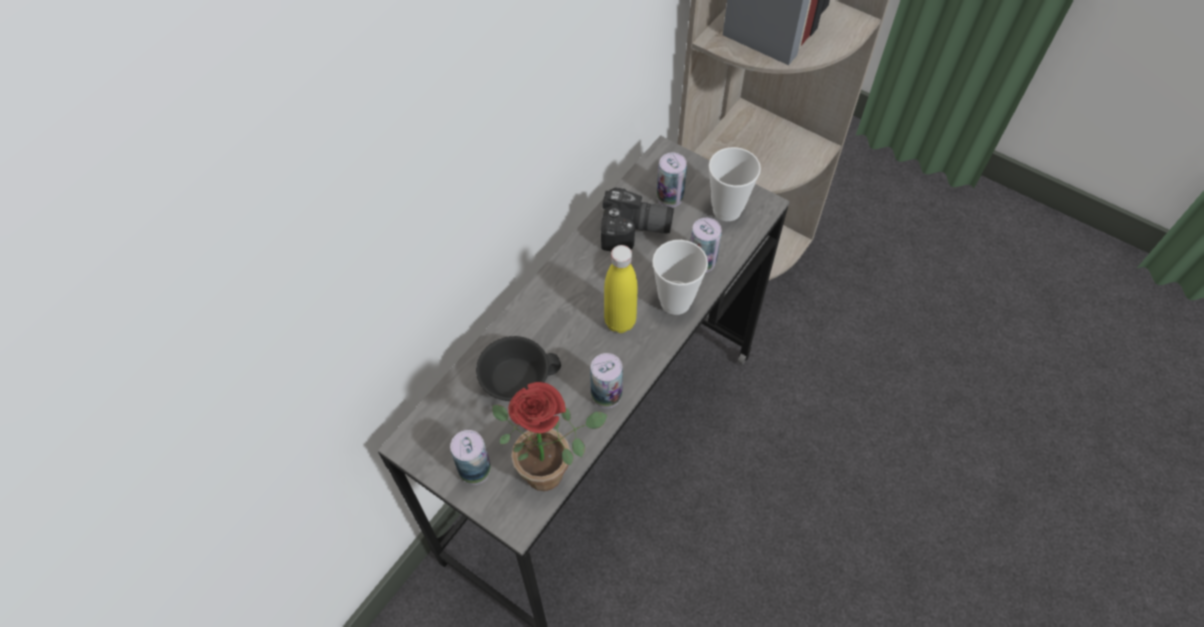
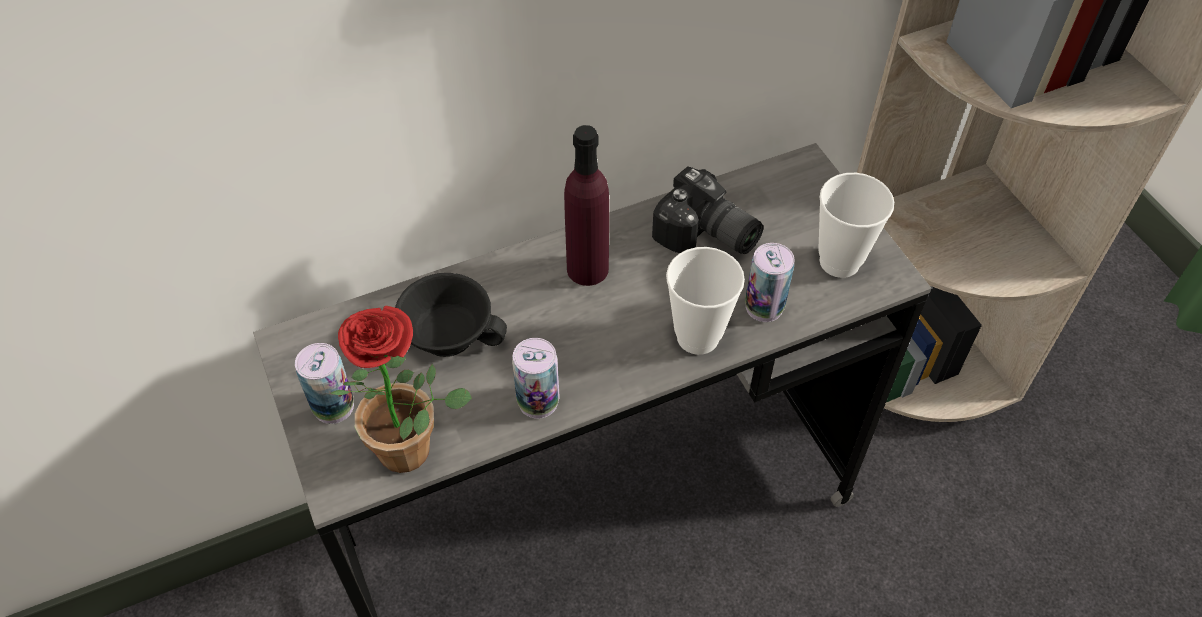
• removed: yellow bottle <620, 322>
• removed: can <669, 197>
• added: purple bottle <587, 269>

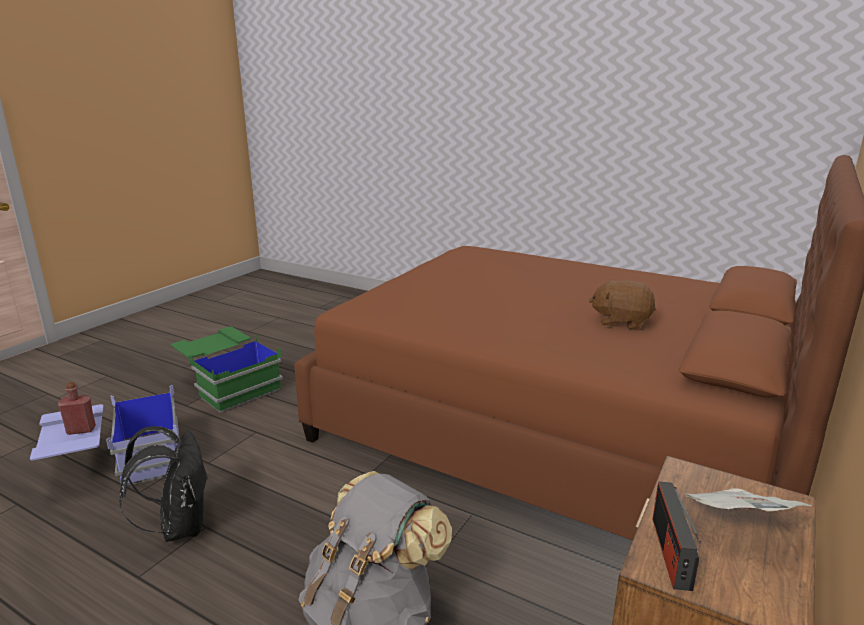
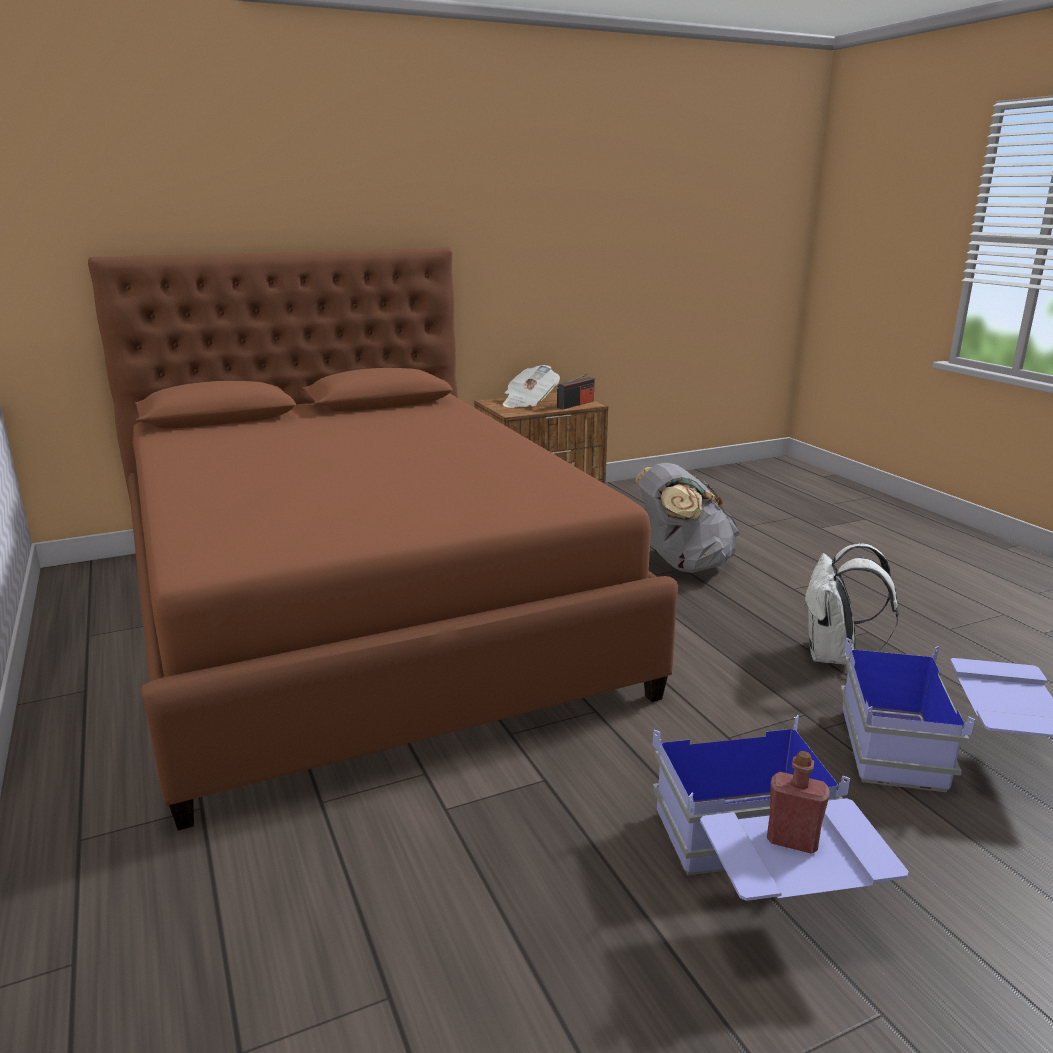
• removed: brown plush toy <621, 322>
• moved: red bottle <81, 430> to <792, 840>
• recoloured: black backpack <179, 526> to white backpack <834, 656>
• recoloured: green storage box <228, 385> to blue storage box <760, 875>

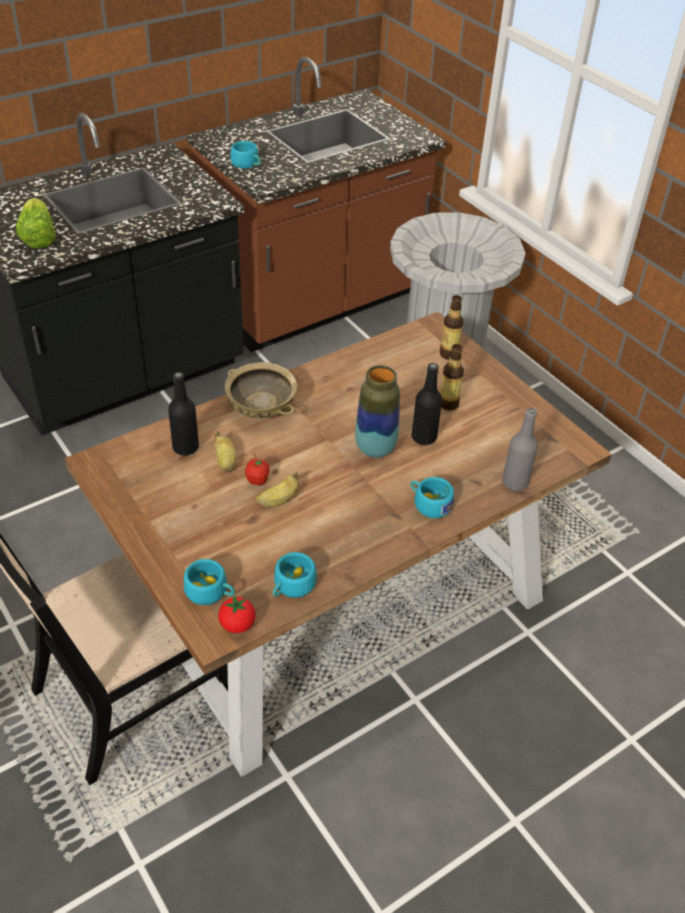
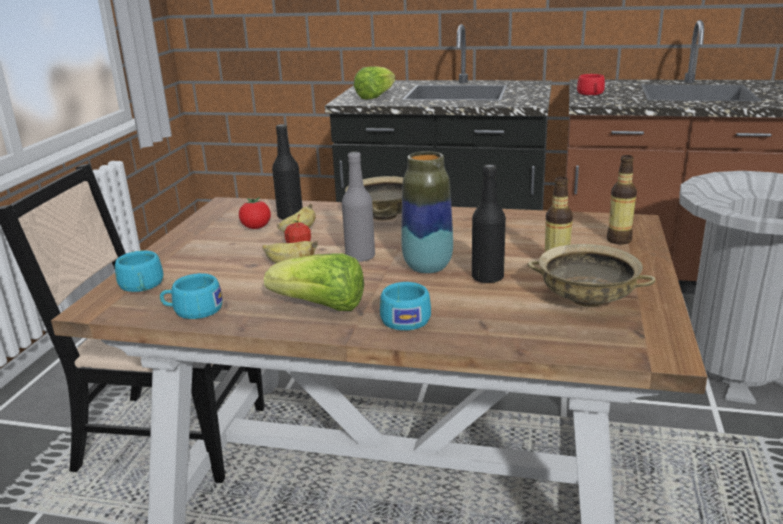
• added: lettuce <321, 306>
• added: beige bowl <586, 299>
• moved: tomato <237, 625> to <256, 227>
• moved: grey bottle <515, 482> to <360, 257>
• recoloured: turquoise cup <247, 164> to red cup <591, 94>

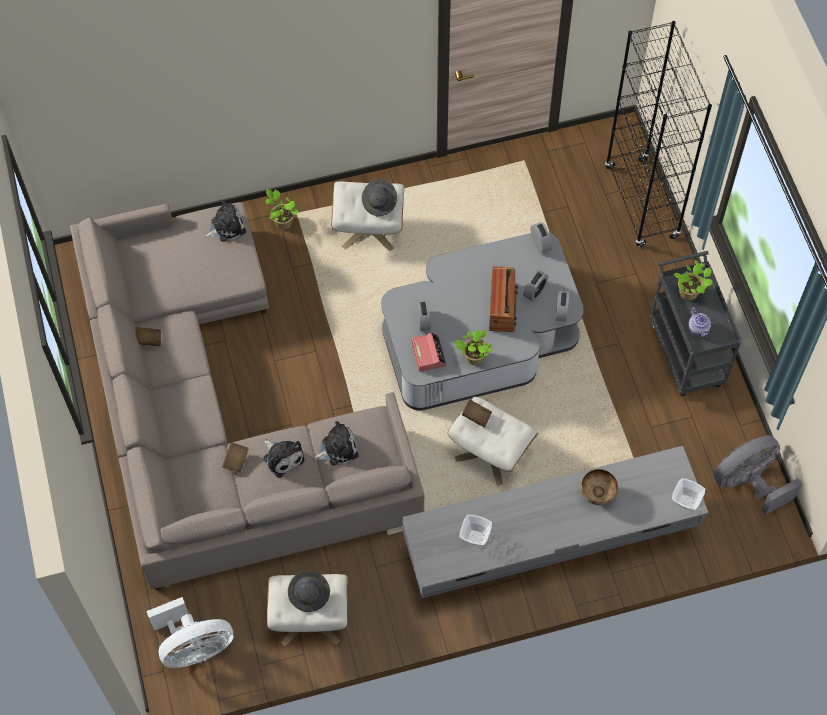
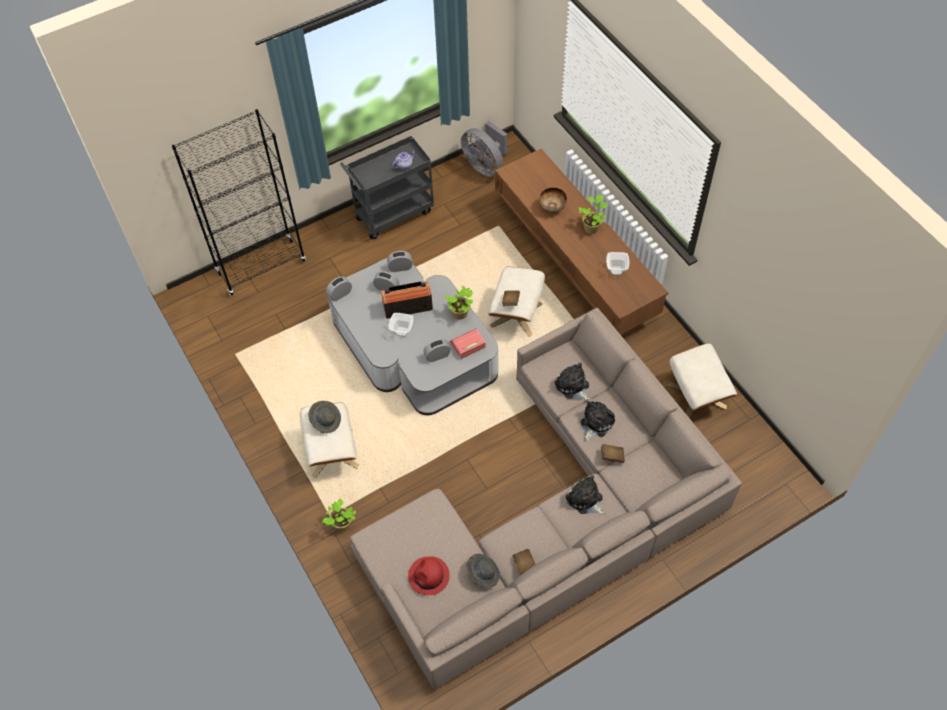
• removed: white fan <194, 647>
• added: red hat <429, 576>
• moved: plush toy <226, 227> to <585, 500>
• moved: grey hat <309, 594> to <483, 573>
• moved: bowl <686, 501> to <401, 331>
• moved: potted plant <689, 293> to <592, 227>
• recoloured: grey tv stand <550, 544> to brown tv stand <575, 263>

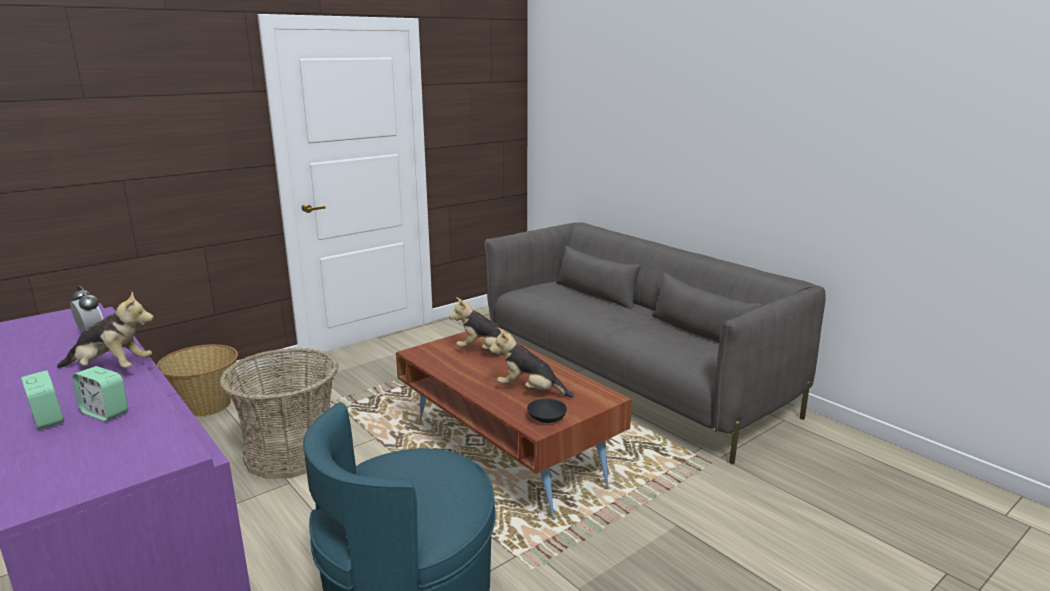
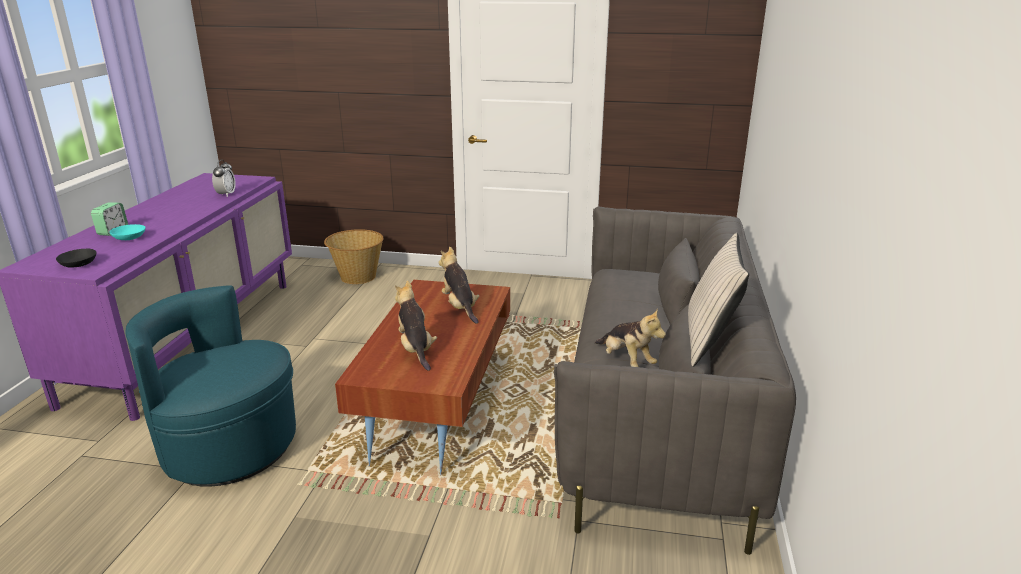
• removed: basket <290, 453>
• added: beige pillow <709, 341>
• moved: plush toy <111, 369> to <626, 360>
• moved: black bowl <546, 418> to <78, 264>
• replaced: alarm clock <105, 413> to turquoise bowl <130, 238>

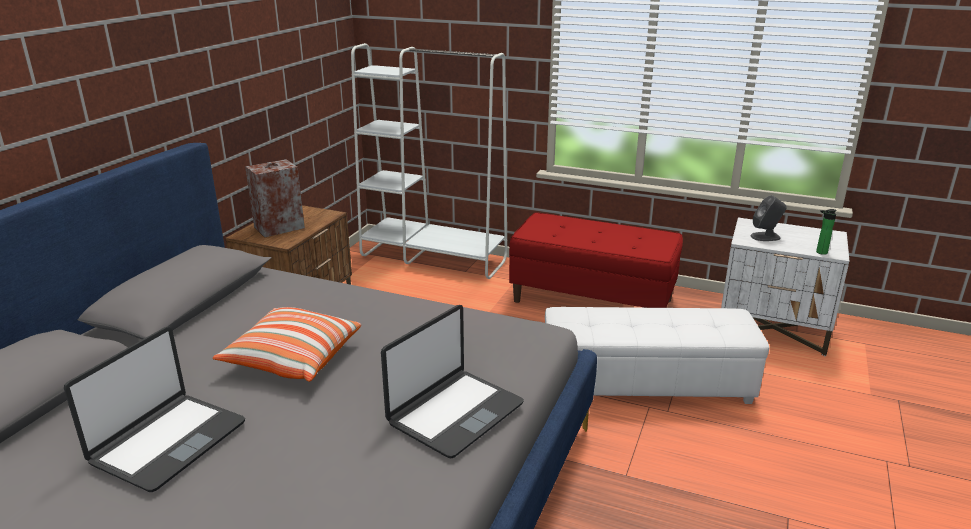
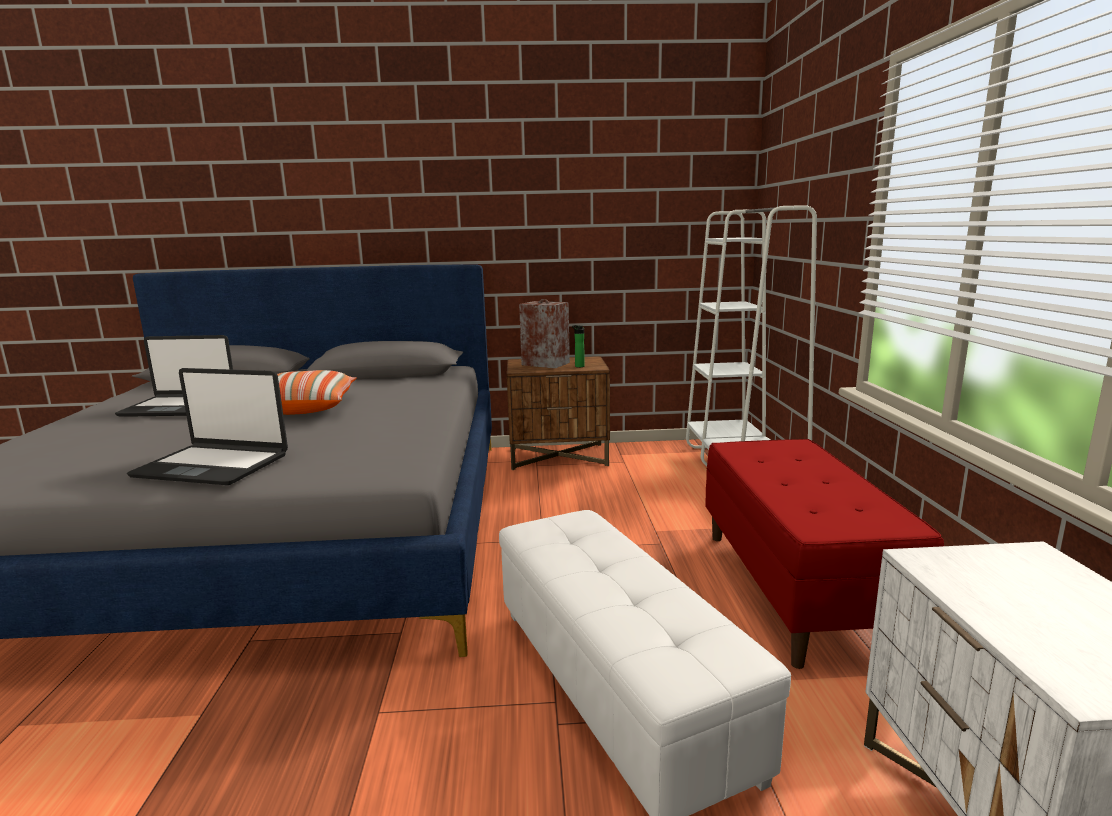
• removed: grey speaker <765, 237>
• moved: bottle <820, 252> to <578, 366>

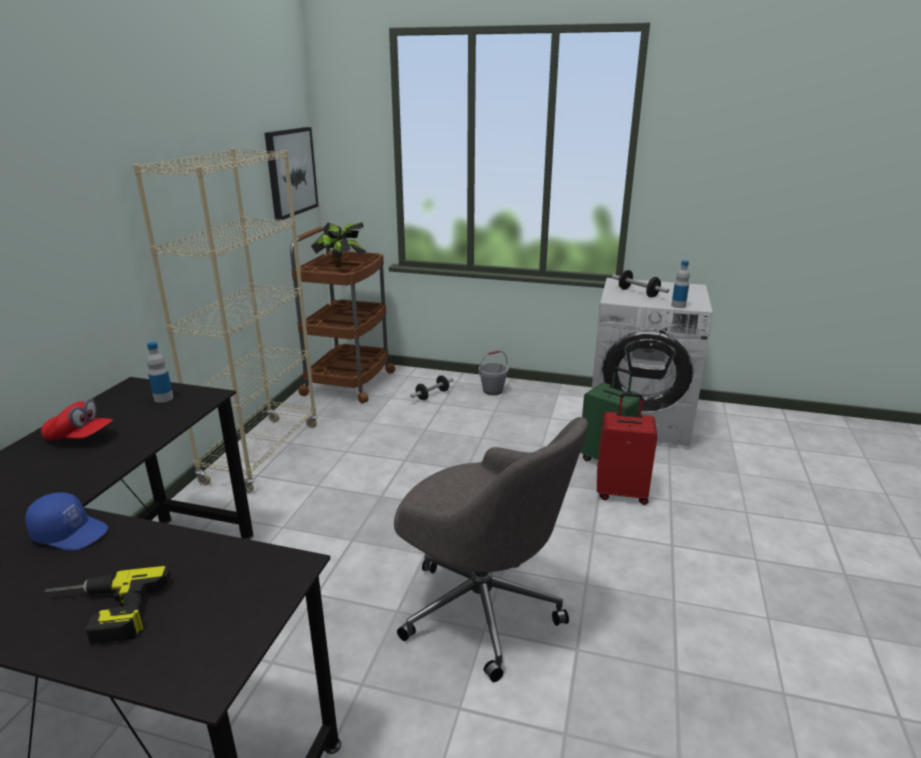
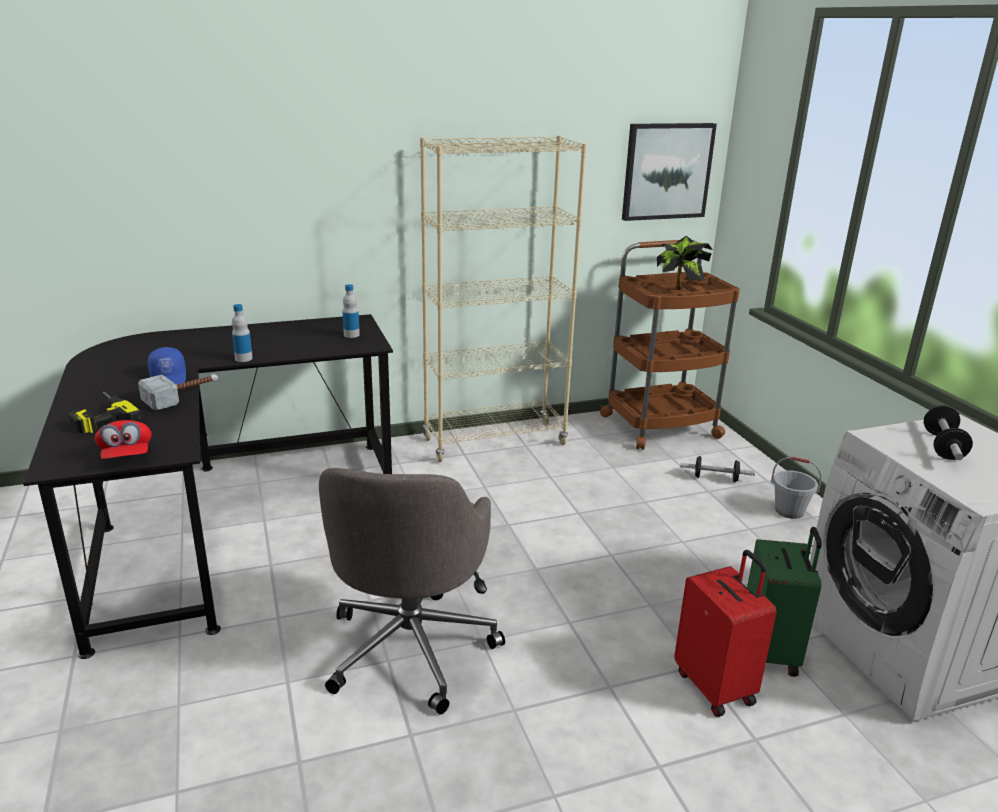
• added: hammer <182, 396>
• moved: red cap <80, 437> to <127, 456>
• moved: bottle <678, 306> to <243, 358>

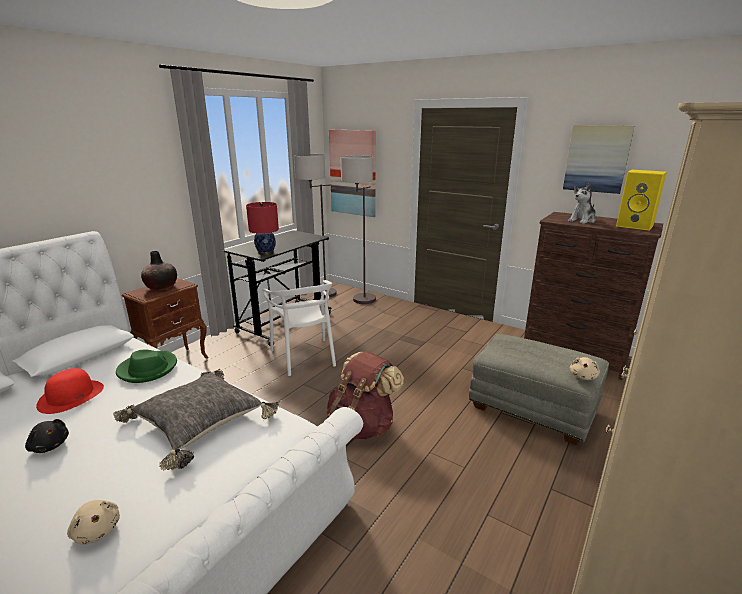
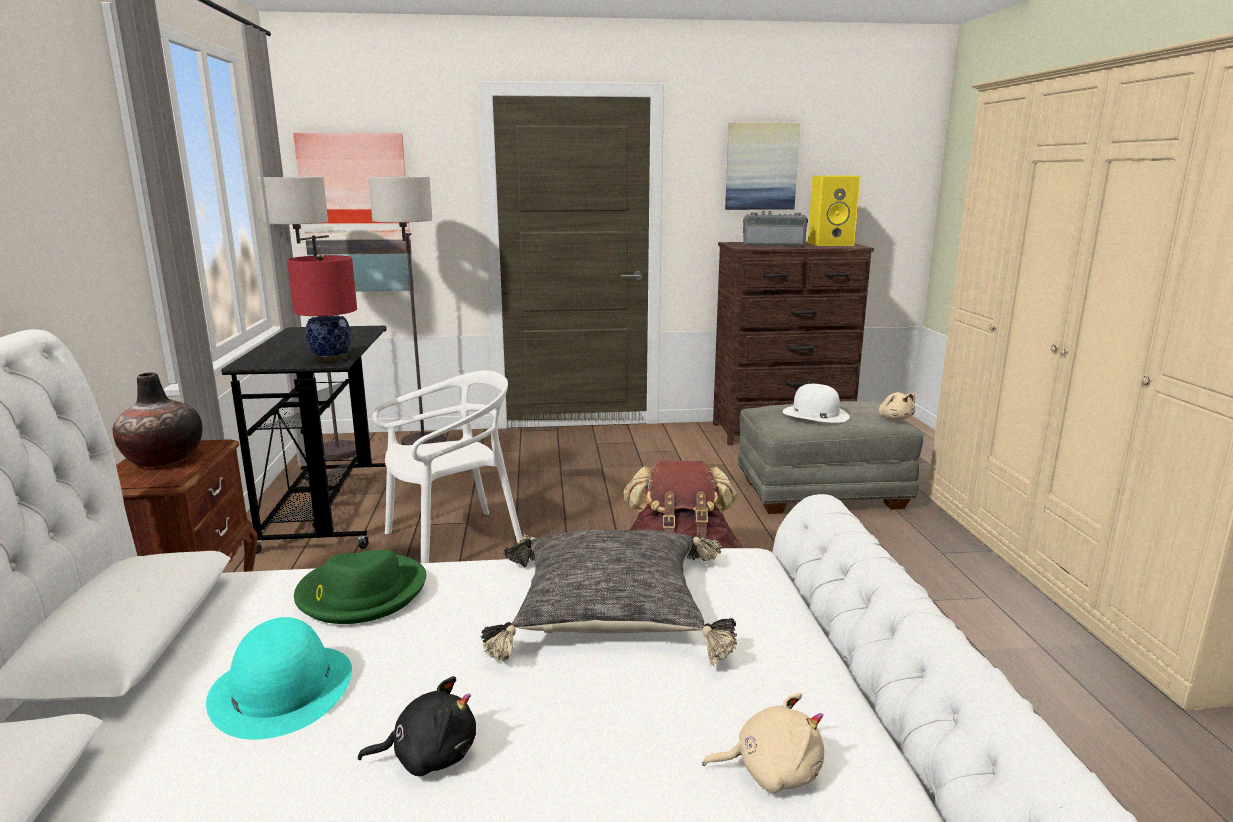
• added: white hat <815, 414>
• replaced: plush toy <582, 220> to radio <773, 245>
• recoloured: red hat <71, 396> to turquoise hat <282, 688>
• turned: white chair <304, 357> = <453, 542> 60 degrees counterclockwise

